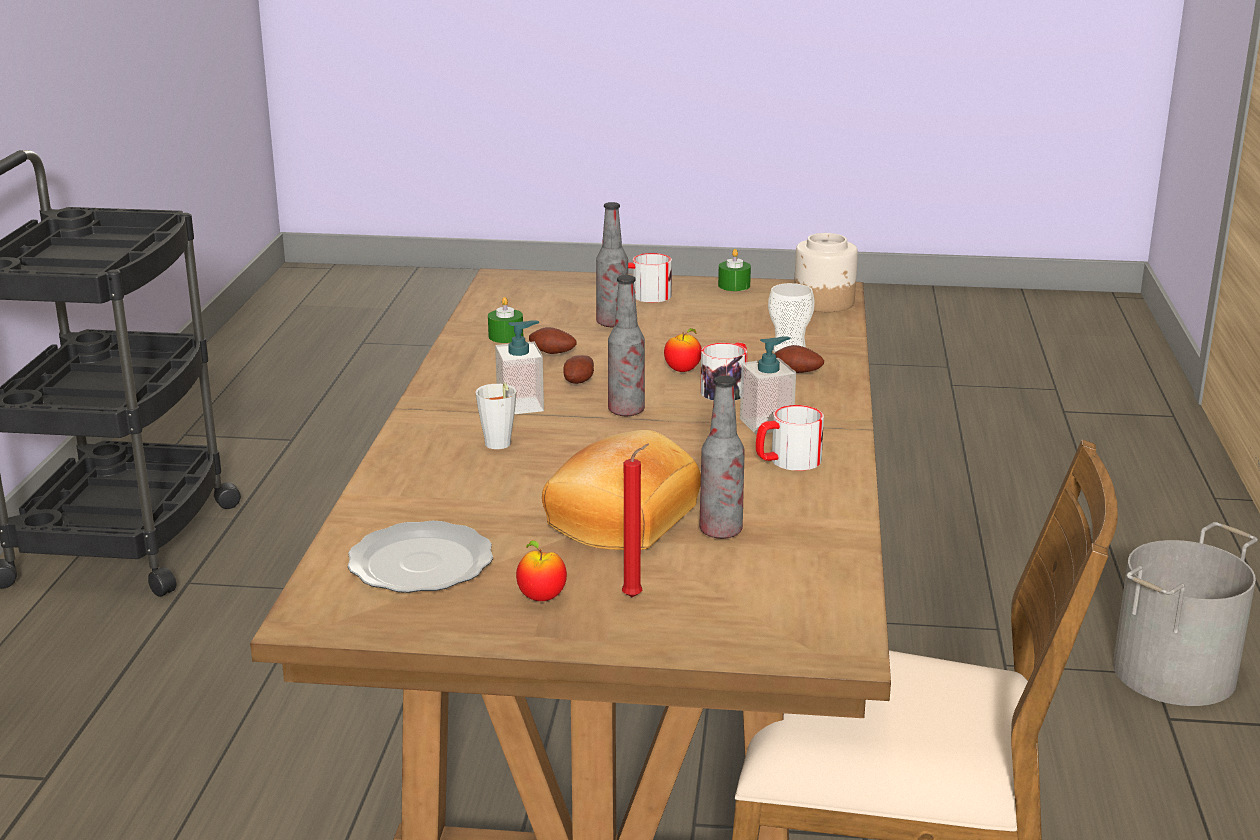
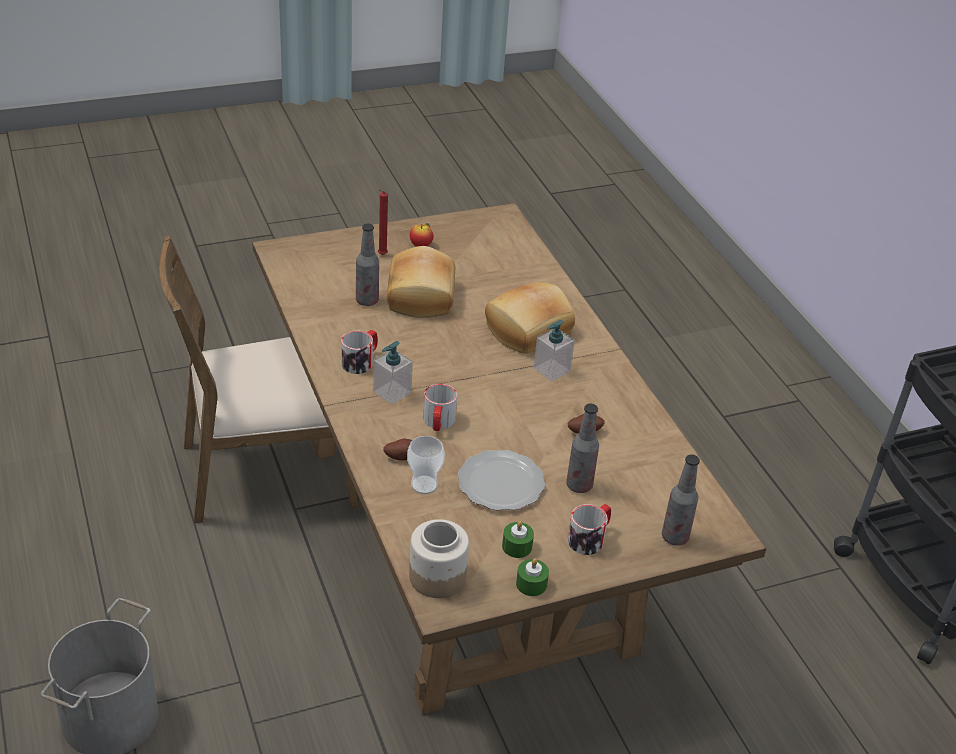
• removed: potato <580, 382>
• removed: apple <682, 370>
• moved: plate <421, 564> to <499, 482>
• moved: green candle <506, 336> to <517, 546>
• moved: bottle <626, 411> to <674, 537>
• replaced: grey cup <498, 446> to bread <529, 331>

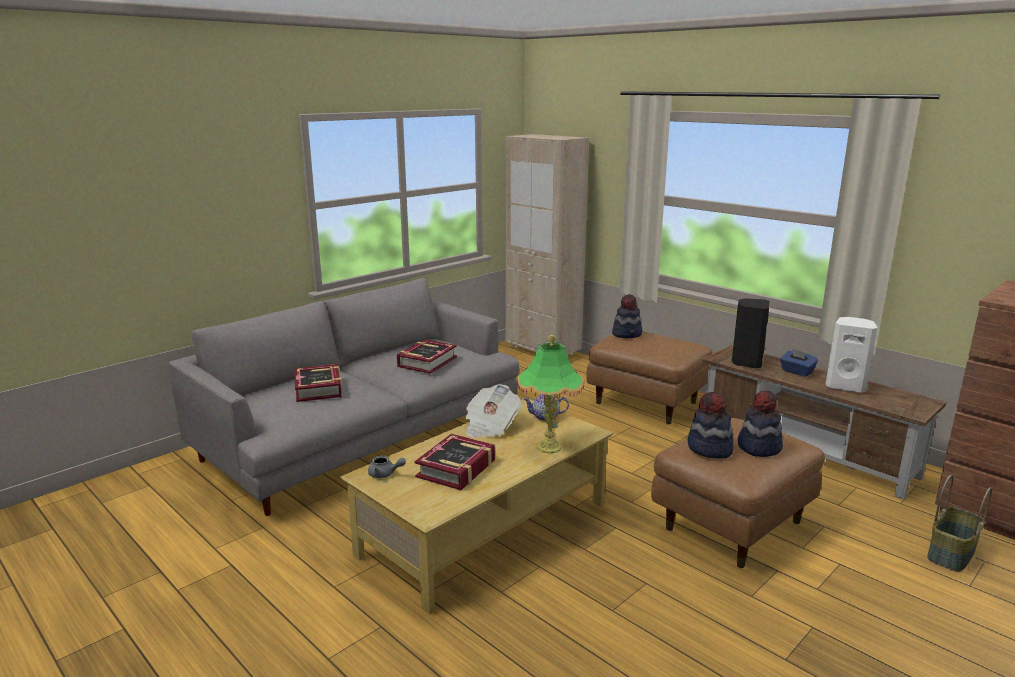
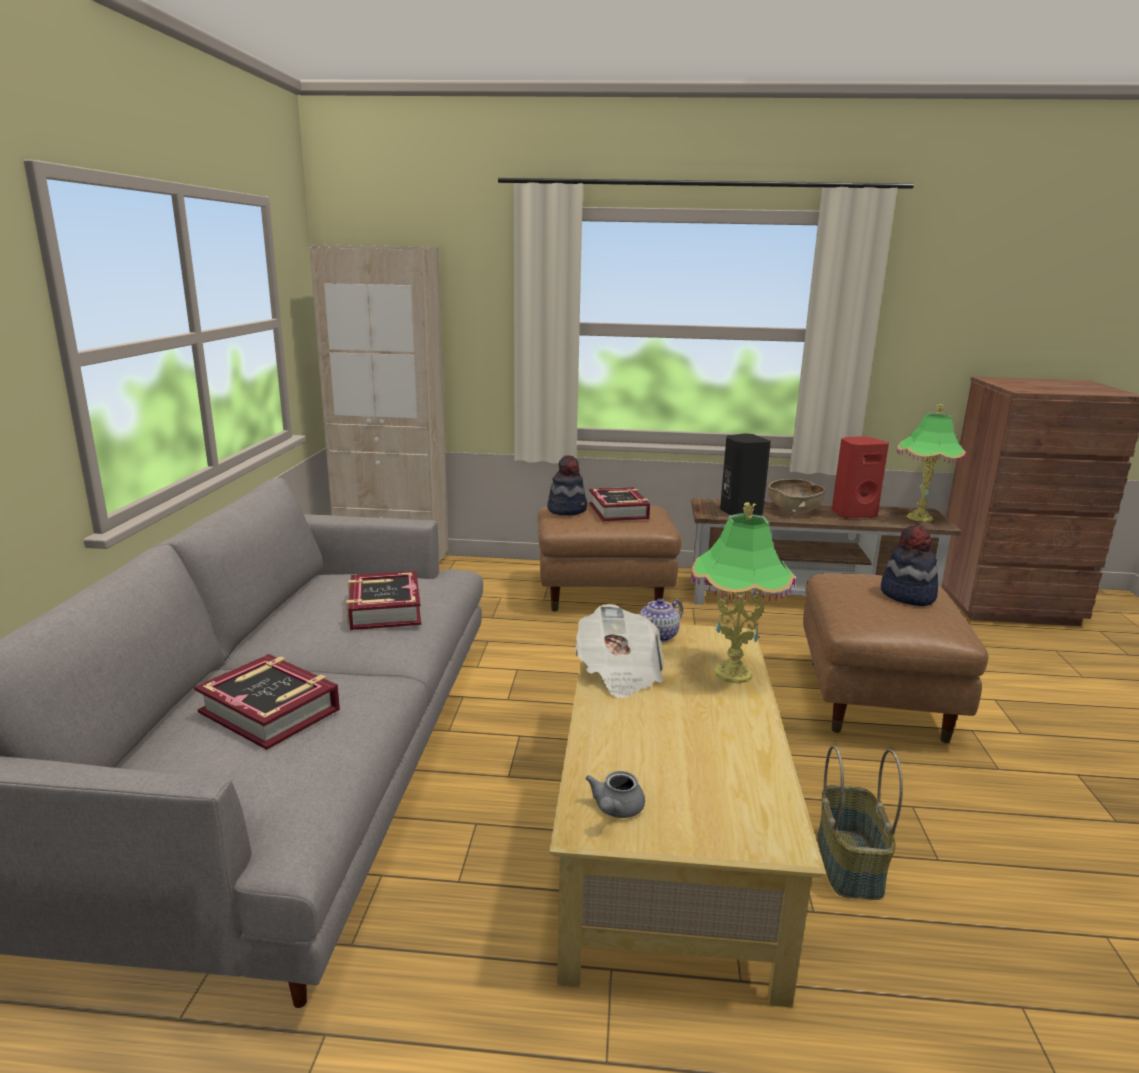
• removed: hat <709, 449>
• added: table lamp <920, 518>
• moved: book <456, 469> to <619, 511>
• moved: basket <952, 554> to <851, 864>
• replaced: blue tissue box <796, 372> to brown bowl <794, 510>
• recoloured: white speaker <845, 386> to red speaker <852, 514>
• turned: grey teapot <385, 474> = <615, 810> 135 degrees clockwise

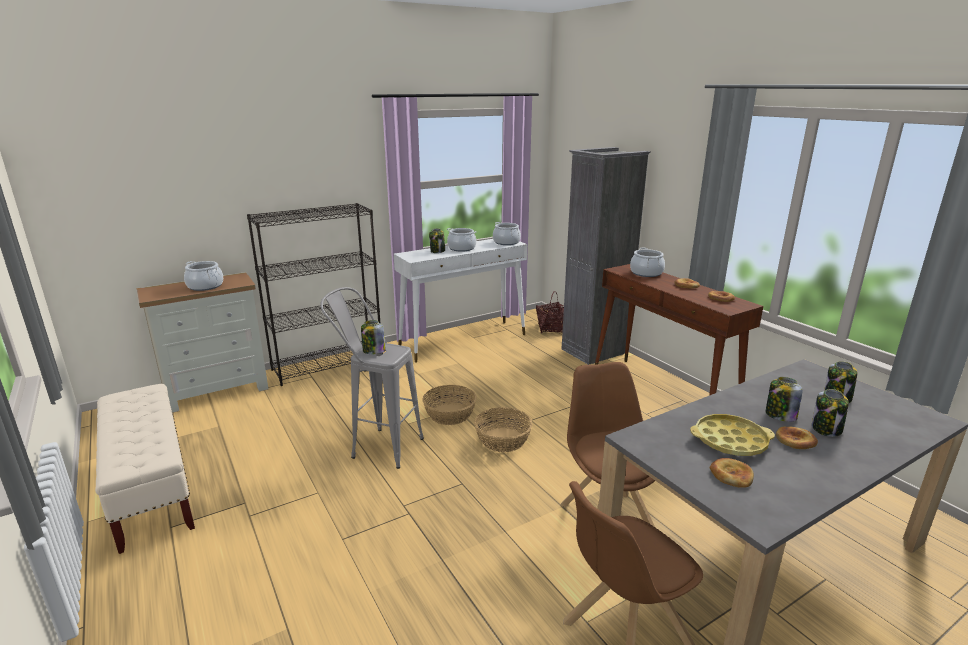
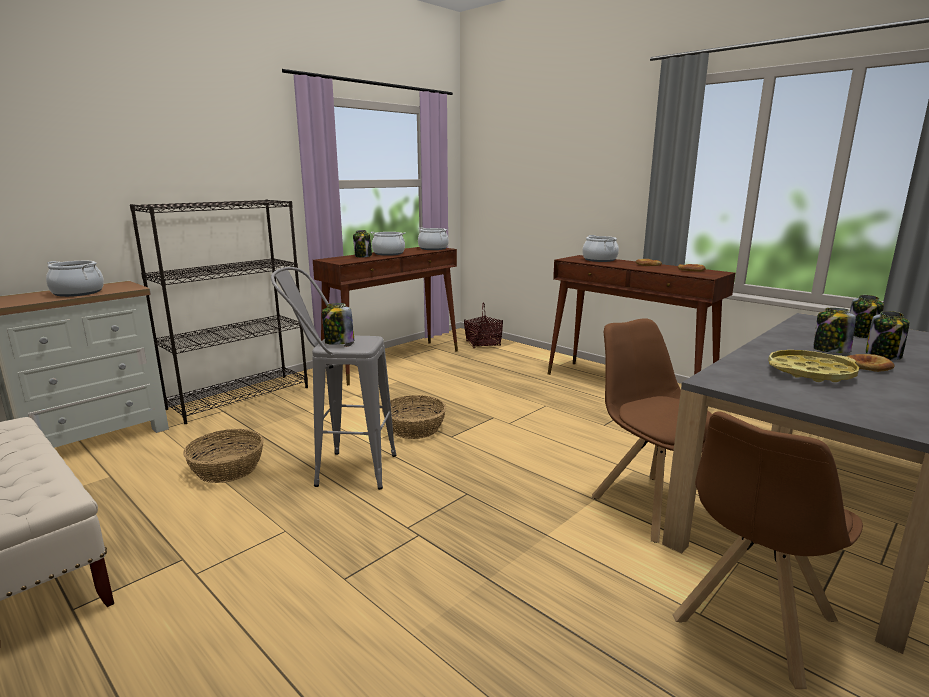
• removed: grey cabinet <594, 351>
• removed: bread <731, 475>
• moved: basket <503, 440> to <228, 468>
• recoloured: white console table <464, 340> to brown console table <393, 361>

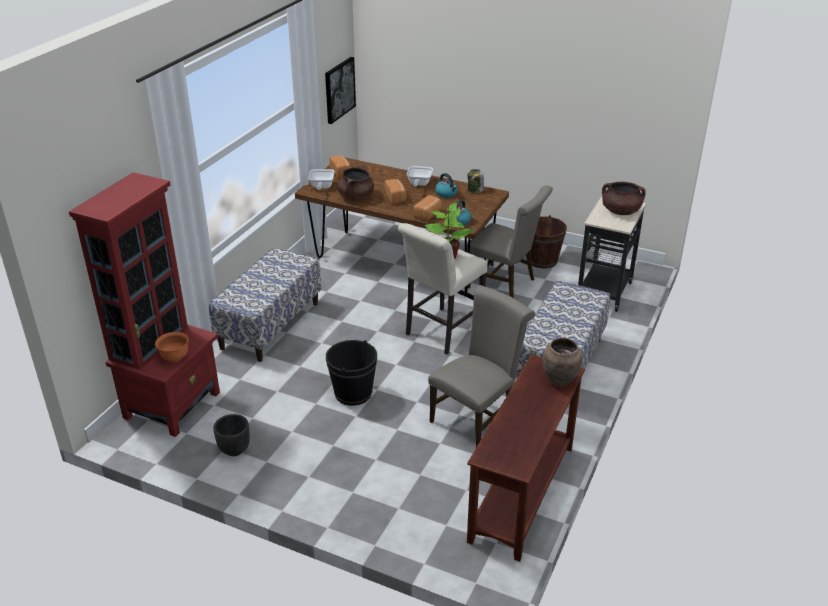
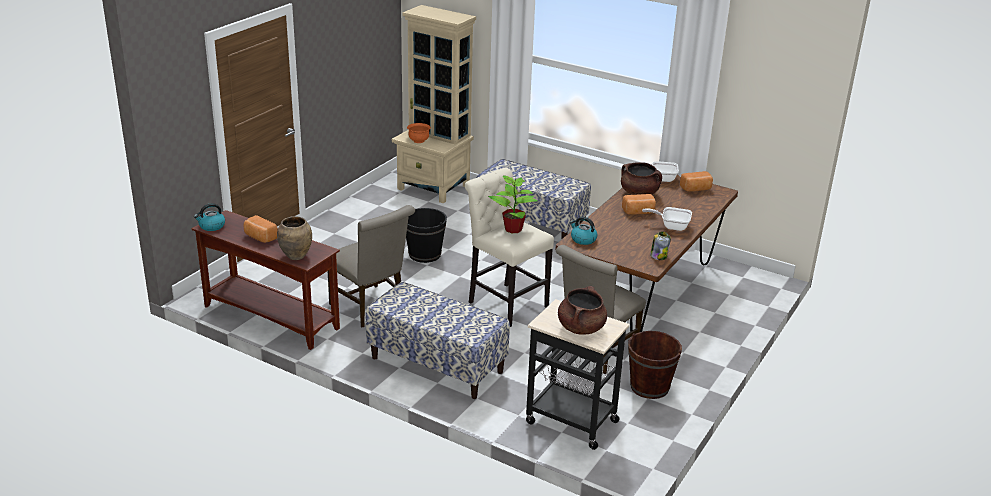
• removed: black planter <234, 450>
• removed: picture <339, 89>
• moved: bread <428, 215> to <260, 237>
• moved: kettle <446, 194> to <211, 226>
• recoloured: red cabinet <173, 405> to beige cabinet <433, 188>

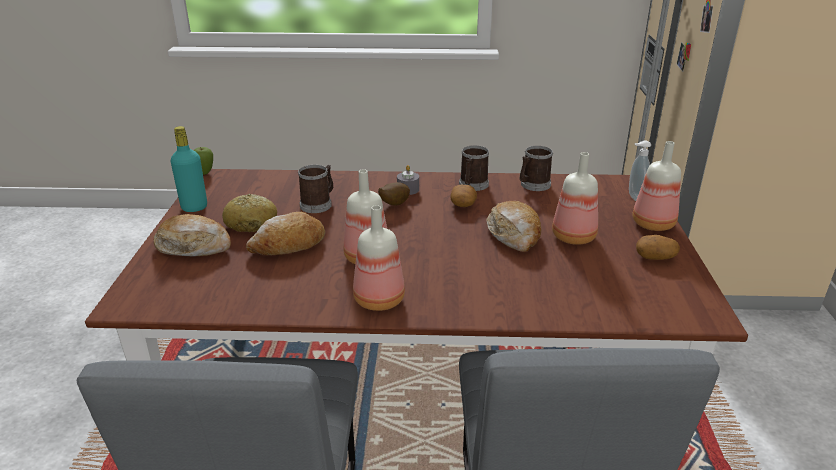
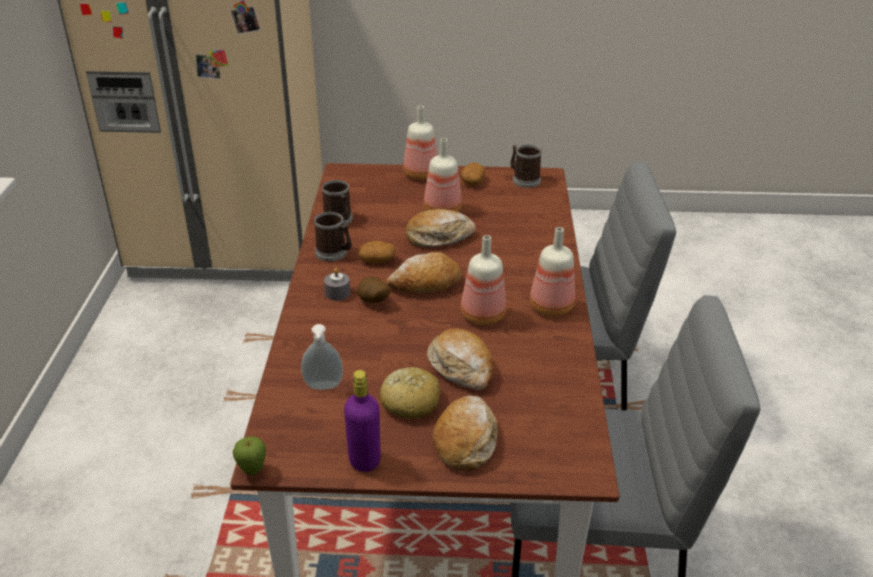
• added: bread <425, 284>
• moved: mug <318, 204> to <524, 180>
• moved: soap dispenser <634, 197> to <323, 387>
• recoloured: turquoise bottle <194, 207> to purple bottle <364, 460>

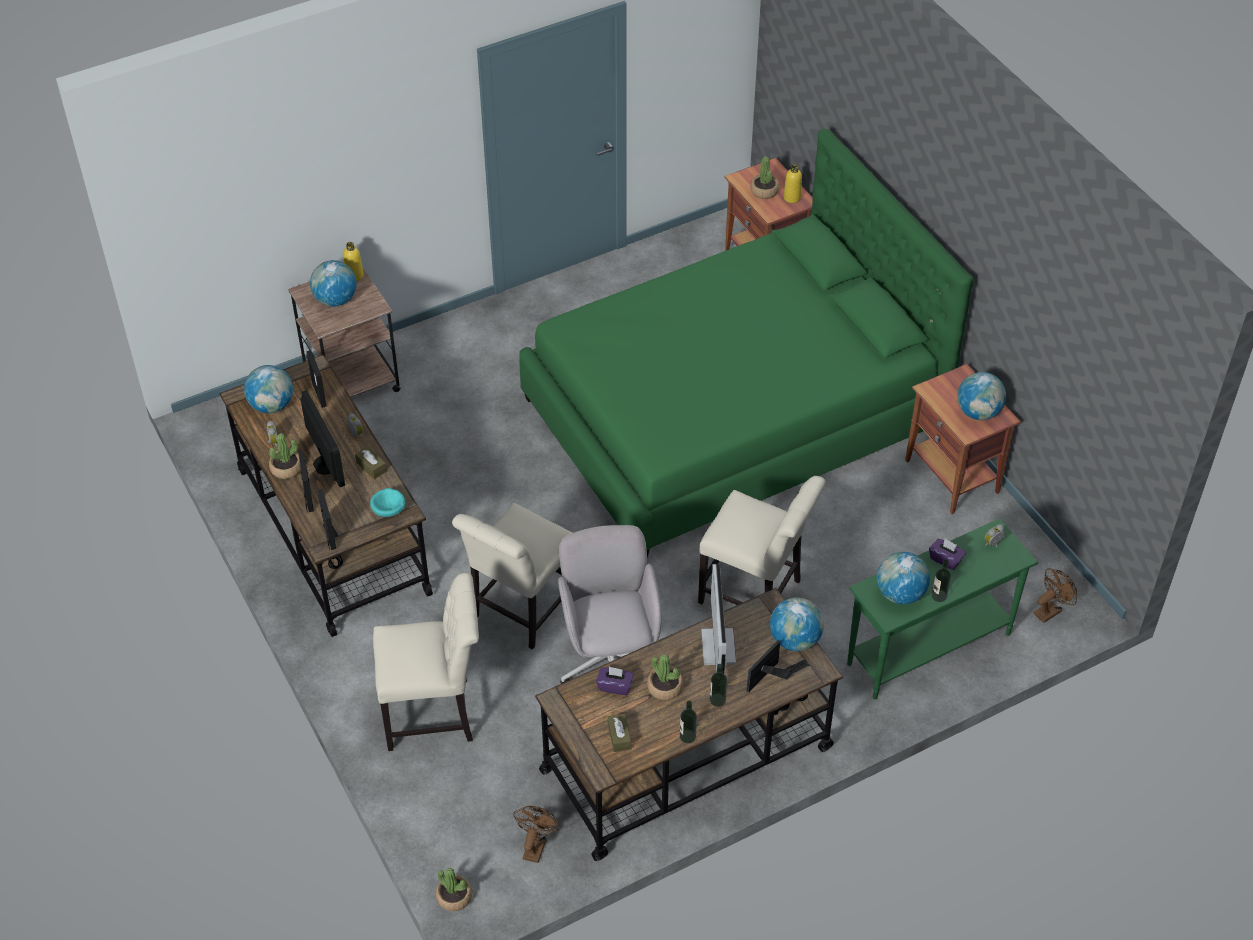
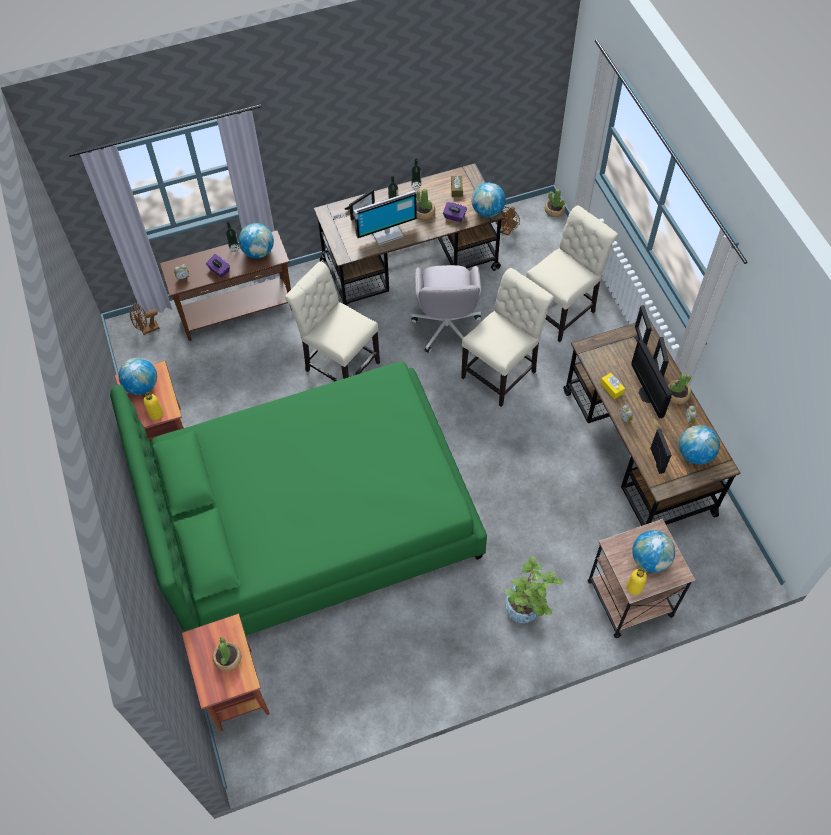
• removed: turquoise bowl <389, 510>
• added: potted plant <526, 611>
• moved: globe <795, 640> to <487, 211>
• moved: yellow bottle <792, 198> to <156, 413>
• recoloured: brown tissue box <371, 467> to yellow tissue box <611, 388>
• recoloured: green console table <928, 651> to brown console table <238, 312>
• turned: beige chair <435, 714> = <562, 310> 135 degrees clockwise
• turned: monitor <716, 647> = <386, 232> 120 degrees counterclockwise

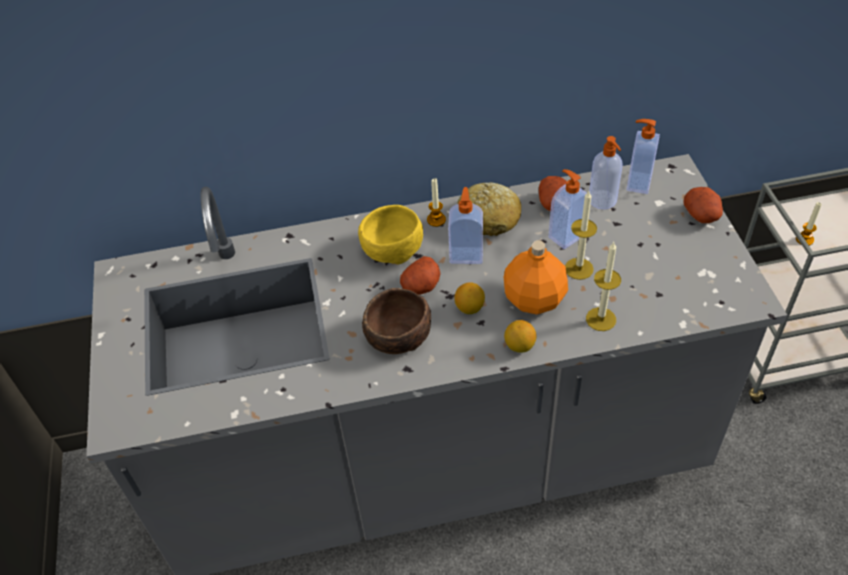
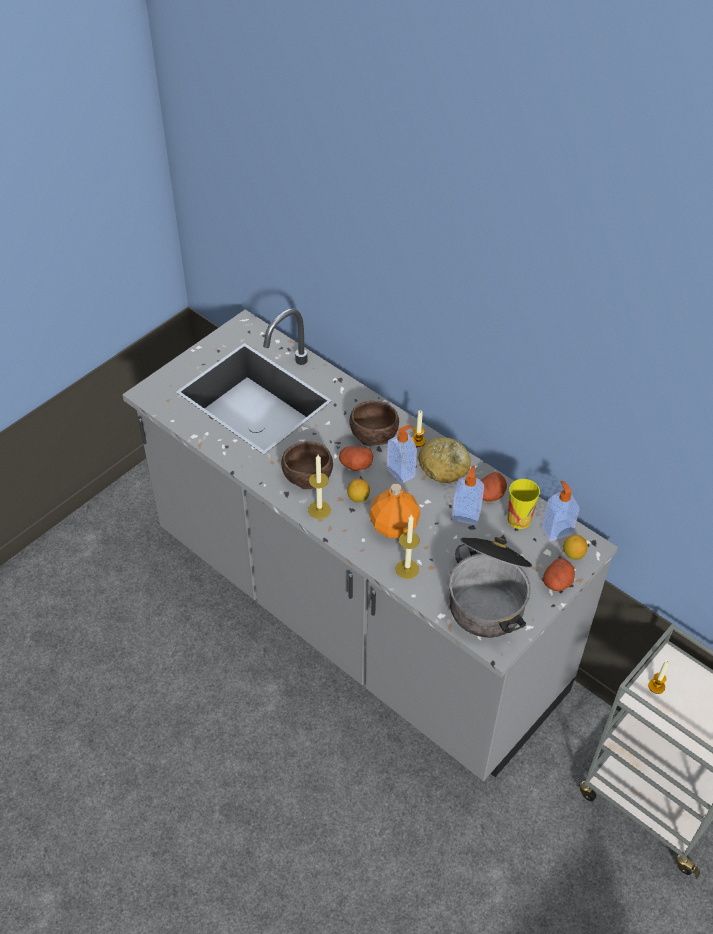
• added: cooking pot <488, 595>
• moved: lemon <519, 346> to <573, 554>
• moved: candle <579, 268> to <319, 510>
• replaced: soap dispenser <603, 200> to cup <519, 519>
• recoloured: yellow bowl <391, 248> to brown bowl <373, 433>

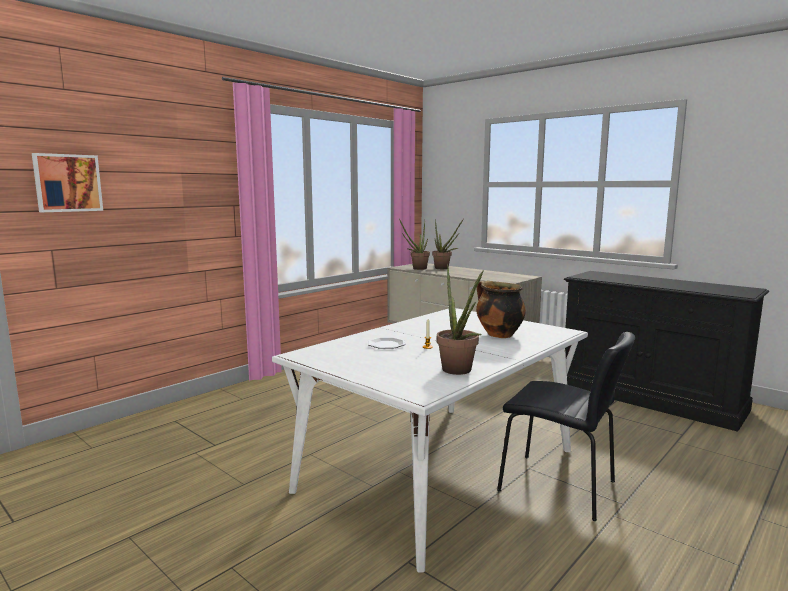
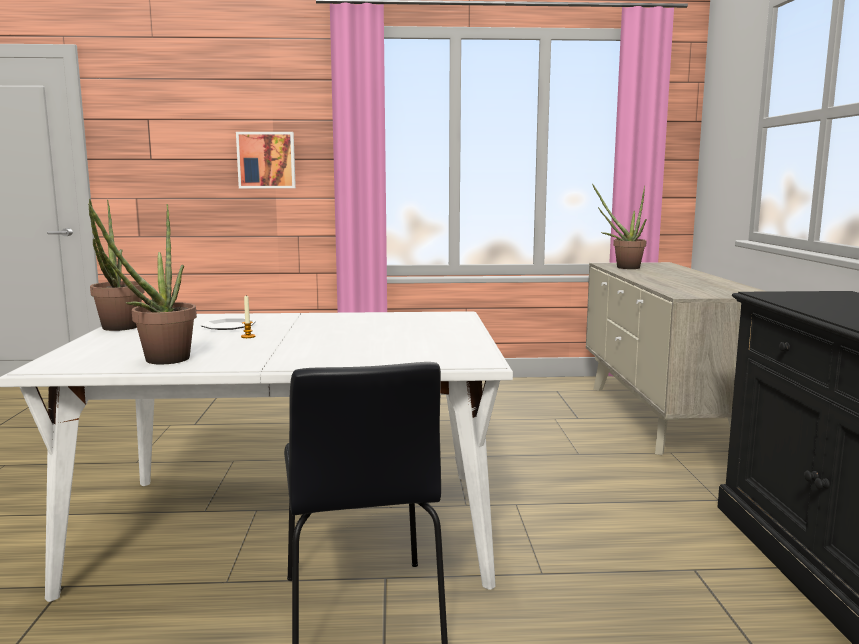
• removed: cooking pot <498, 335>
• moved: picture <67, 183> to <266, 160>
• moved: potted plant <444, 268> to <118, 329>

